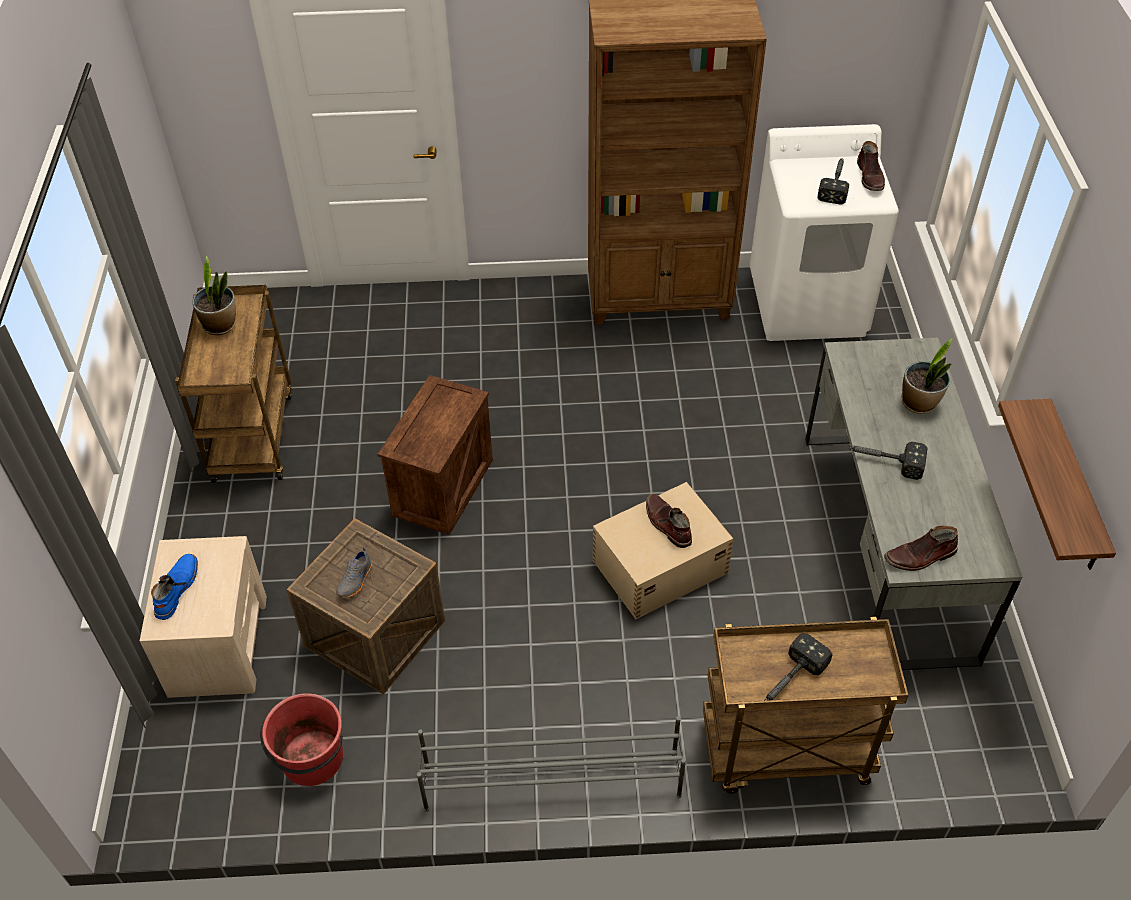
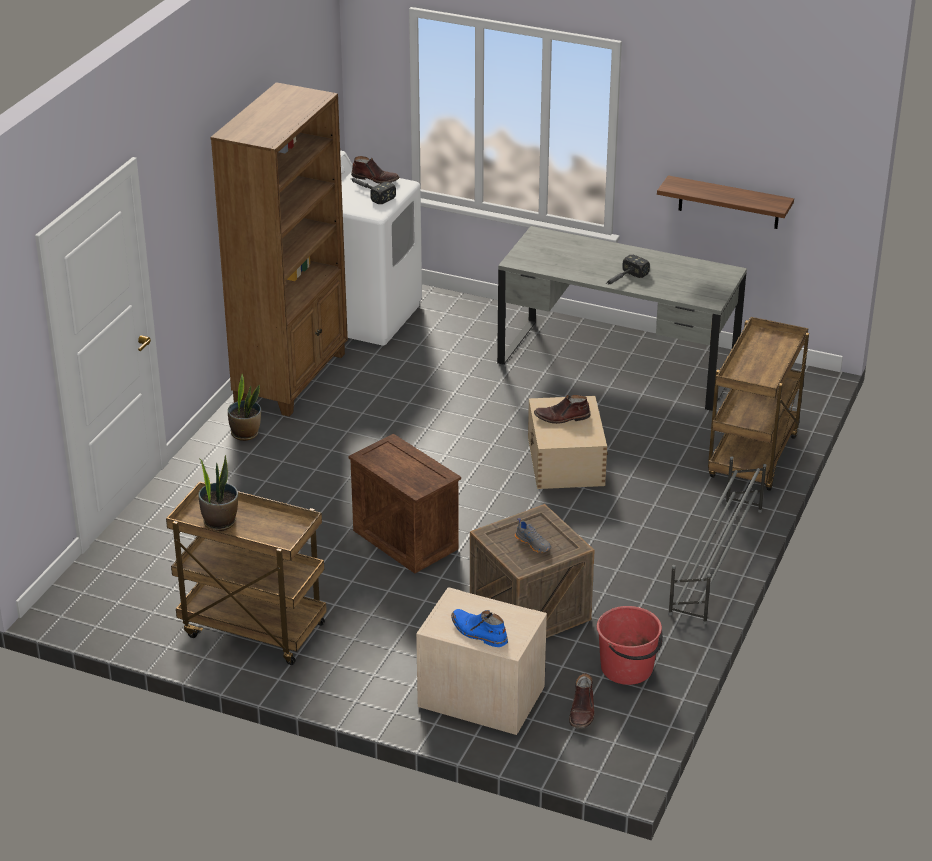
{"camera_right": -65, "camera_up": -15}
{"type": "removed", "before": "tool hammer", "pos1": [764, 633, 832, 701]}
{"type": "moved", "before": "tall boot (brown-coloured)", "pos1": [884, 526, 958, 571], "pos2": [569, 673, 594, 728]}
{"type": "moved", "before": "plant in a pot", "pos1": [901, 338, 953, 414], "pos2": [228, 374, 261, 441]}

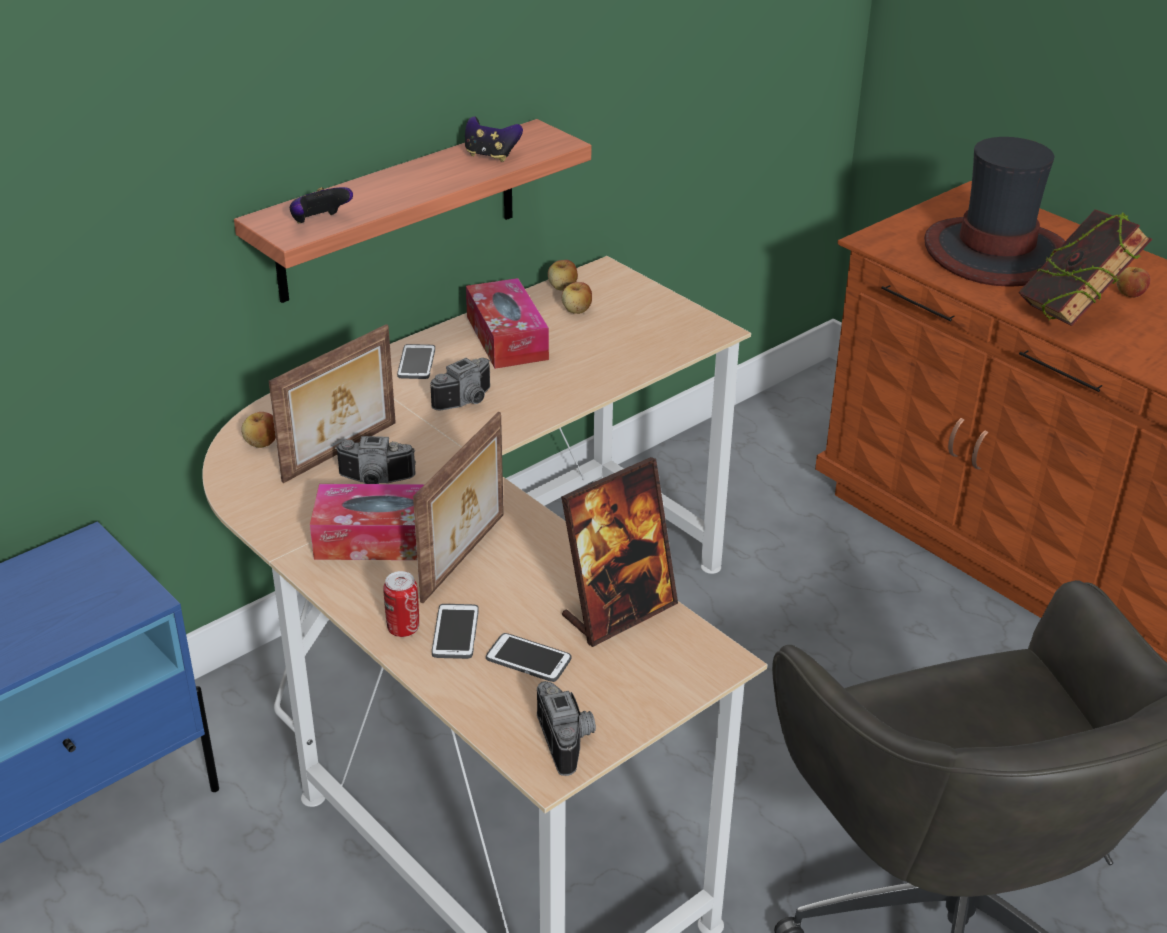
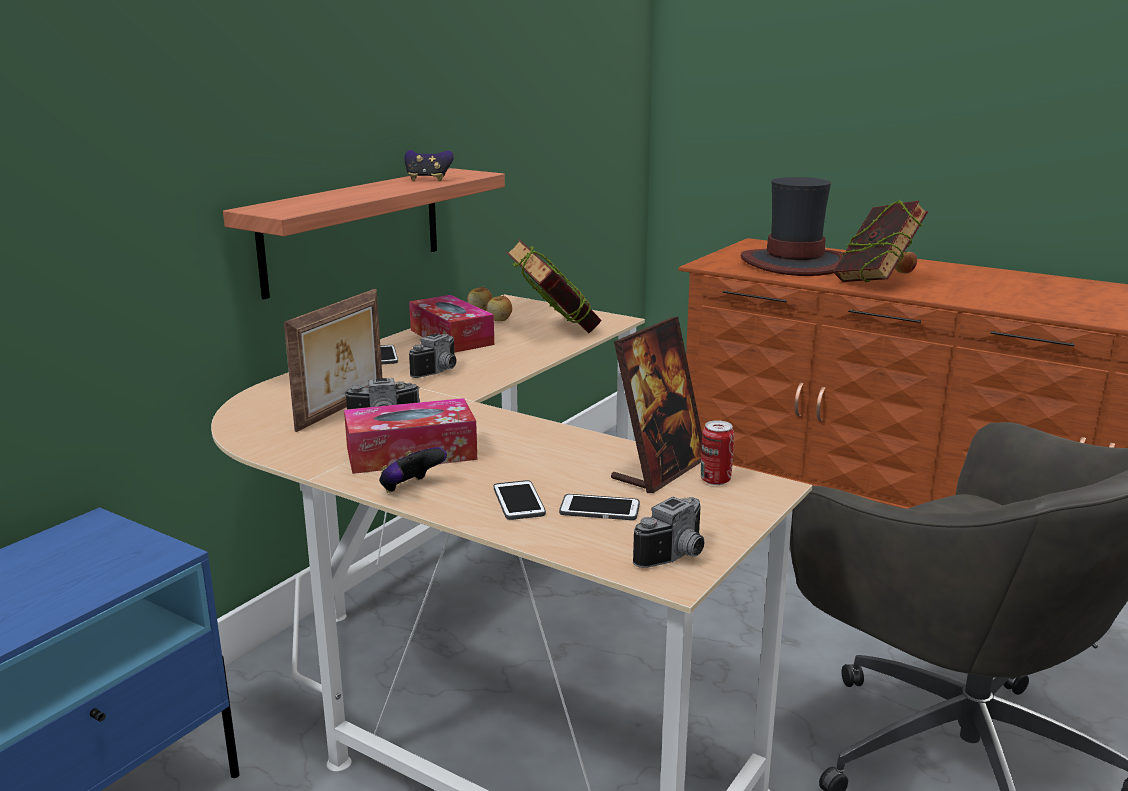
{"camera_right": -15, "camera_up": -15}
{"type": "removed", "before": "apple fruit", "pos1": [241, 412, 276, 448]}
{"type": "removed", "before": "picture frame", "pos1": [413, 412, 504, 603]}
{"type": "added", "after": "bound book", "pos2": [506, 239, 602, 333]}
{"type": "moved", "before": "game controller", "pos1": [290, 187, 353, 224], "pos2": [379, 447, 447, 493]}
{"type": "moved", "before": "can", "pos1": [383, 571, 419, 637], "pos2": [701, 420, 734, 485]}
{"type": "turned", "before": "photo camera", "pos1": [537, 681, 596, 776], "pos2": [633, 496, 704, 568], "turn": 75}

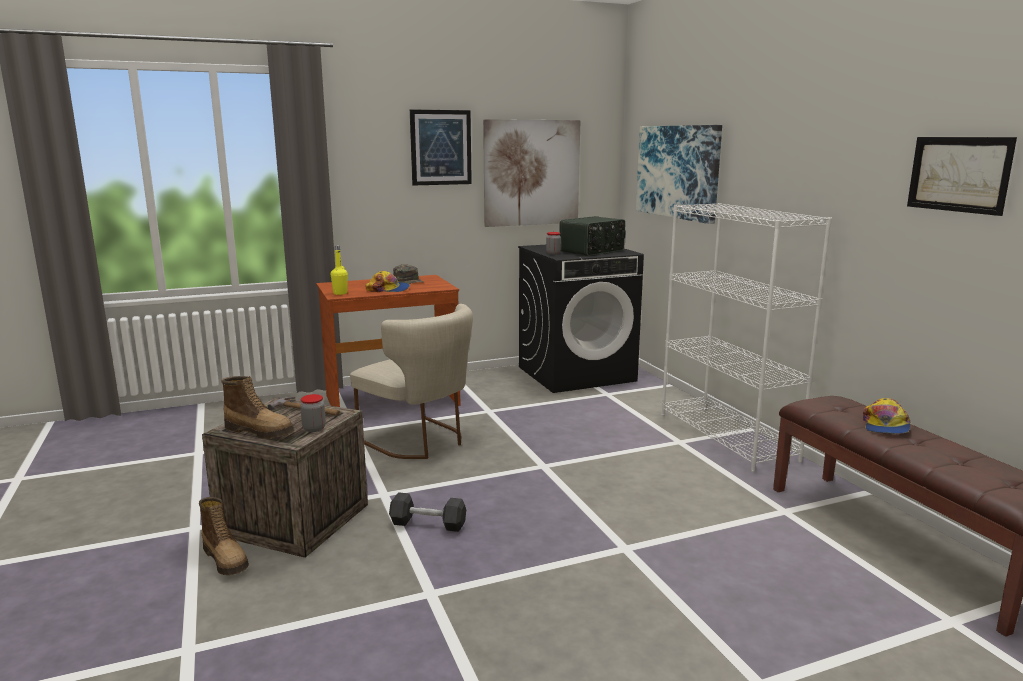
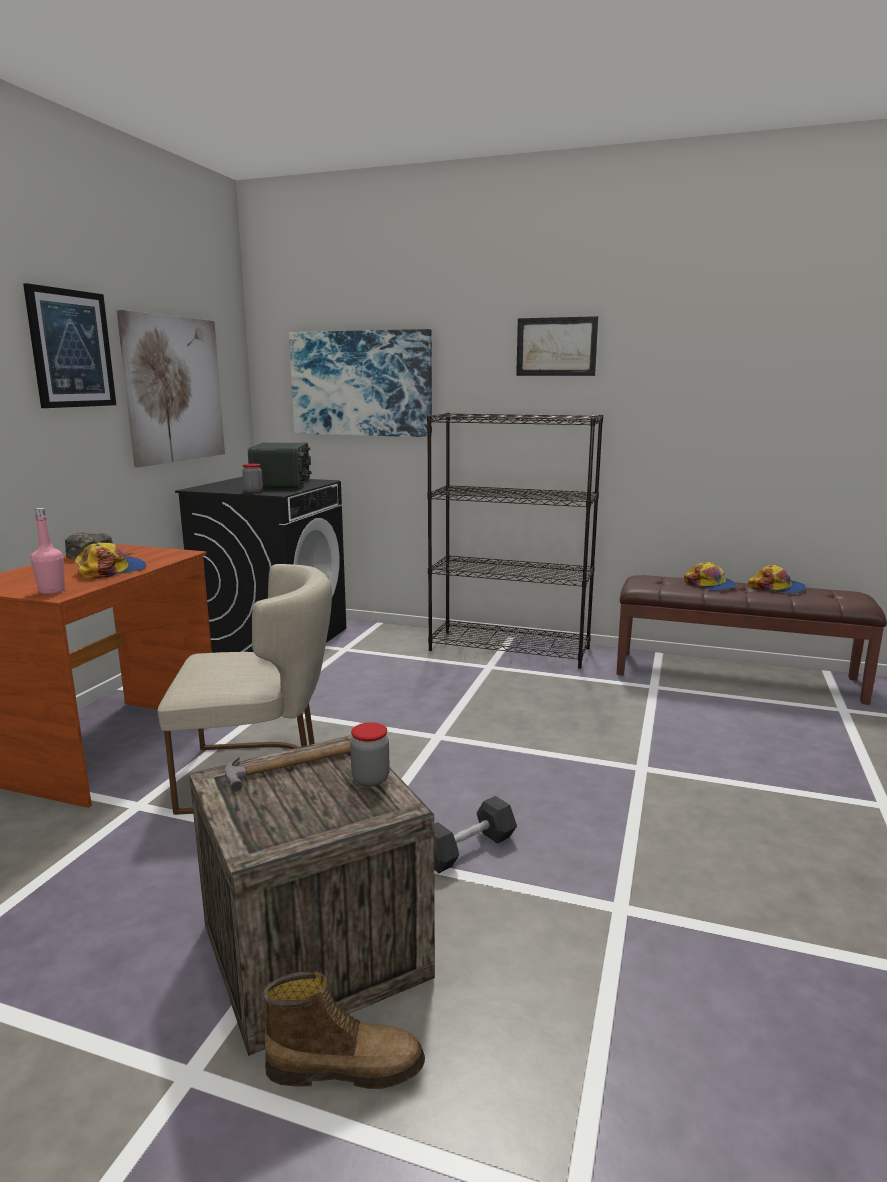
{"camera_right": -50, "camera_up": 0}
{"type": "removed", "before": "tall boot", "pos1": [221, 376, 294, 439]}
{"type": "added", "after": "cap", "pos2": [748, 565, 806, 594]}
{"type": "moved", "before": "wall picture", "pos1": [907, 137, 1017, 216], "pos2": [516, 316, 598, 376]}
{"type": "recoloured", "before": "bottle (yellow)", "after": "bottle (pink-coloured)", "pos1": [331, 245, 348, 295], "pos2": [30, 508, 65, 594]}
{"type": "recoloured", "before": "bookshelf (white)", "after": "bookshelf (blackish)", "pos1": [661, 203, 832, 472], "pos2": [427, 413, 603, 669]}

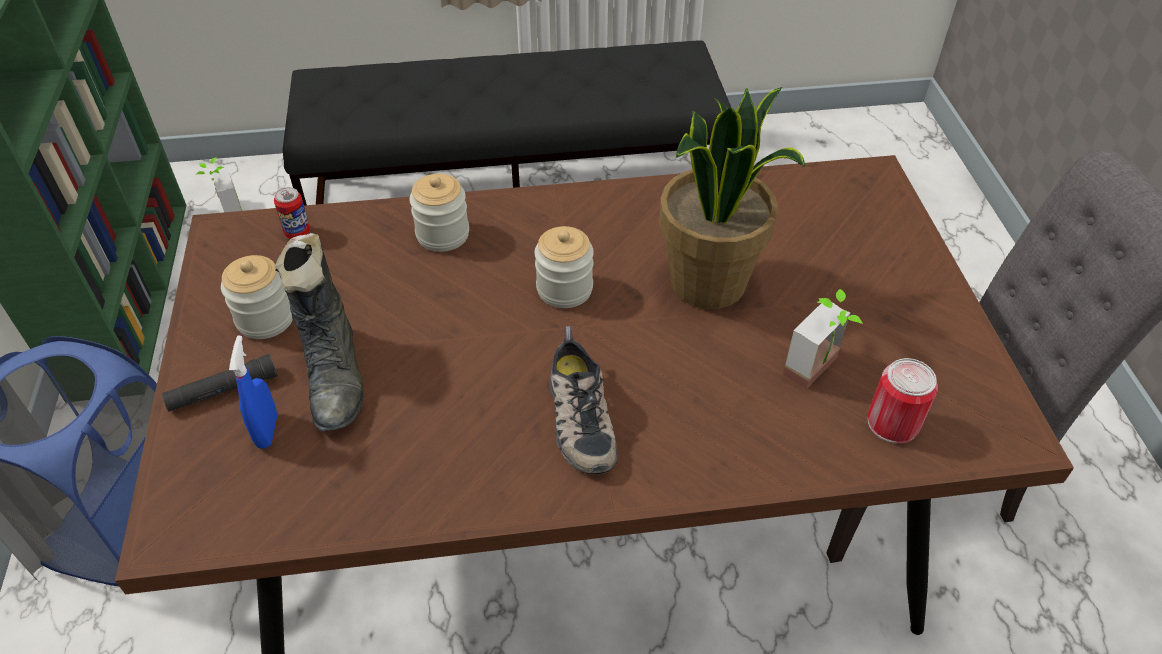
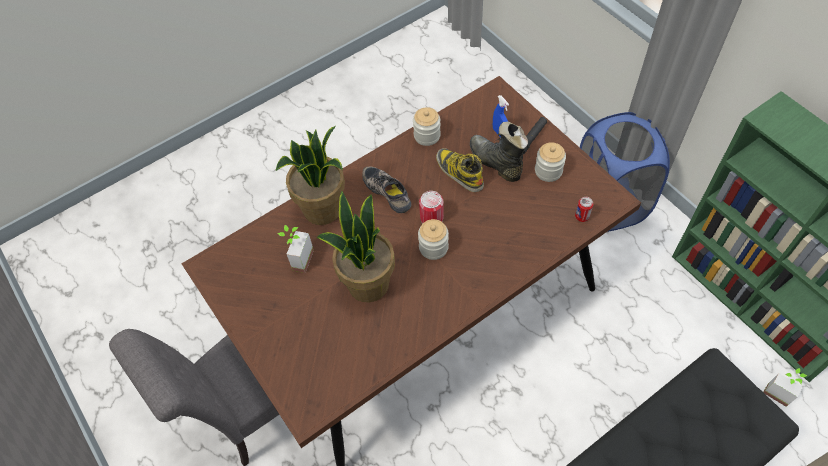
{"camera_right": 155, "camera_up": 10}
{"type": "added", "after": "plant in a pot", "pos2": [275, 126, 345, 225]}
{"type": "added", "after": "tall boot", "pos2": [436, 148, 484, 192]}
{"type": "moved", "before": "storage jar", "pos1": [409, 174, 469, 252], "pos2": [413, 107, 441, 146]}
{"type": "moved", "before": "can", "pos1": [868, 358, 938, 444], "pos2": [419, 191, 444, 223]}

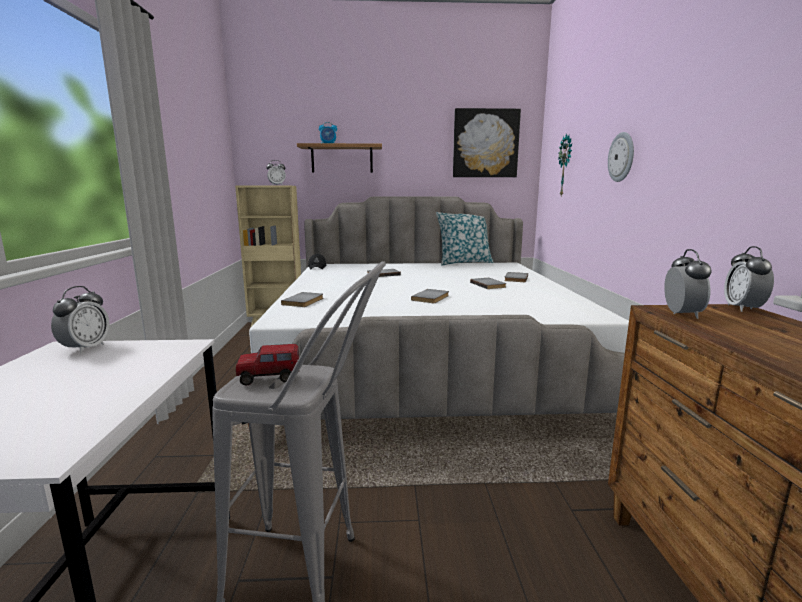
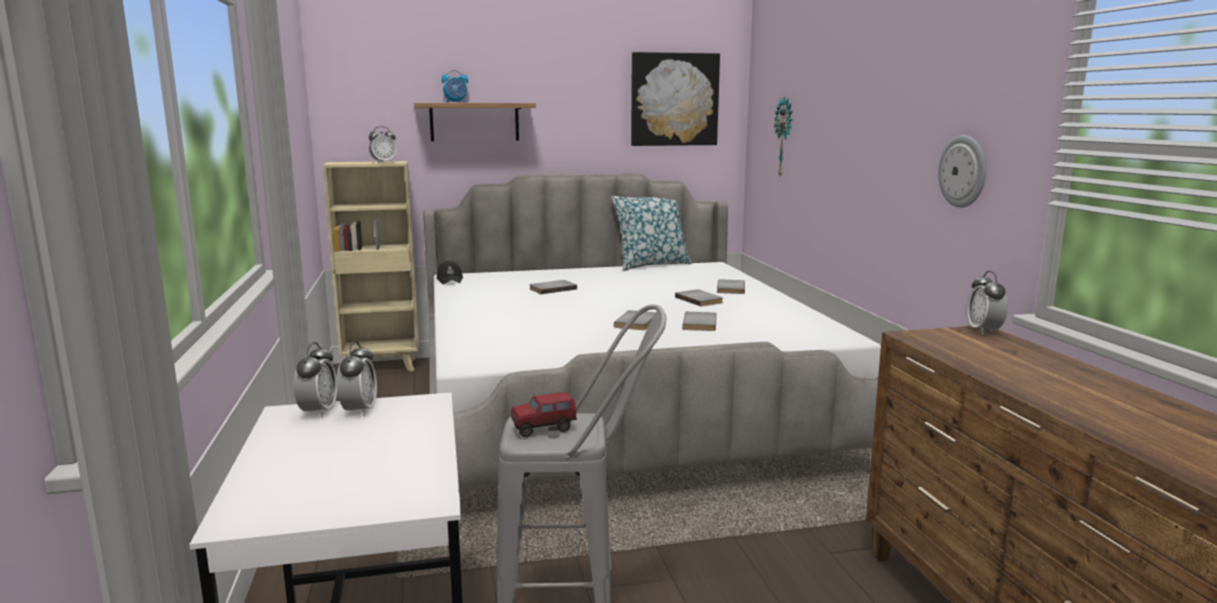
{"camera_right": -10, "camera_up": 0}
{"type": "moved", "before": "bound book (greyish)", "pos1": [281, 292, 323, 307], "pos2": [682, 312, 717, 331]}
{"type": "moved", "before": "hanging clock", "pos1": [608, 132, 634, 182], "pos2": [938, 135, 986, 208]}
{"type": "moved", "before": "alarm clock", "pos1": [664, 249, 711, 319], "pos2": [337, 341, 377, 416]}

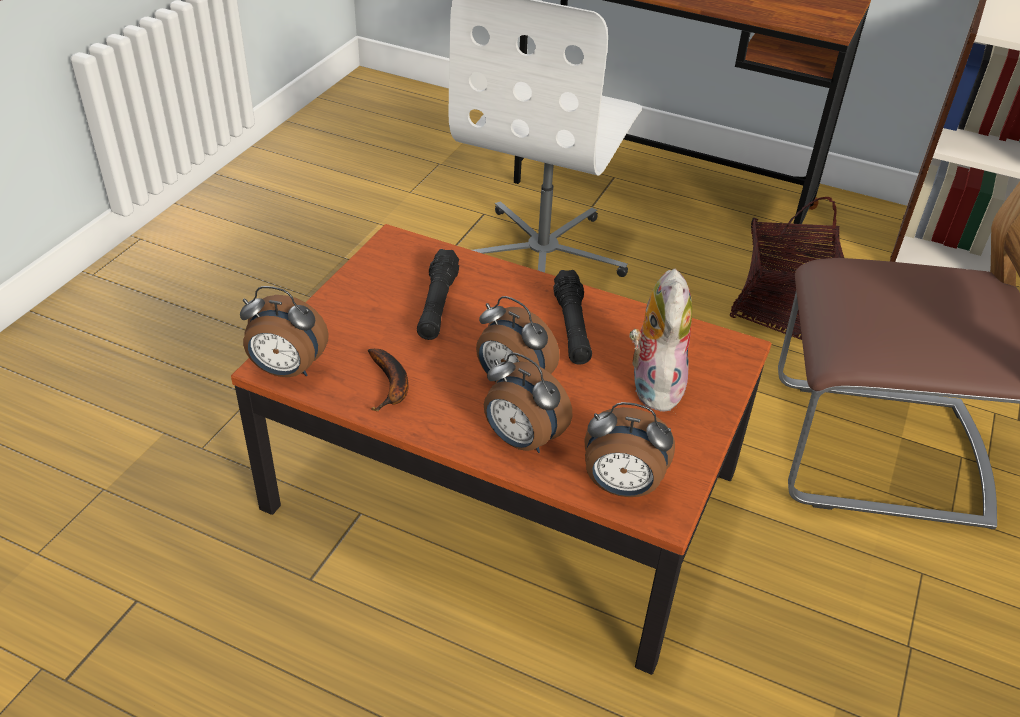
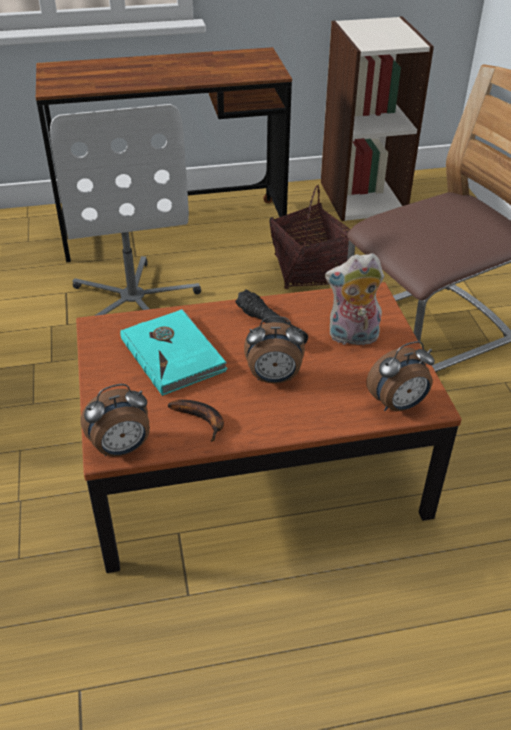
{"camera_right": -35, "camera_up": 0}
{"type": "removed", "before": "alarm clock", "pos1": [484, 353, 572, 453]}
{"type": "replaced", "before": "flashlight (blackish)", "after": "bound book (blue-green)", "pos1": [417, 249, 459, 340], "pos2": [120, 309, 228, 396]}
{"type": "turned", "before": "plush toy", "pos1": [629, 269, 692, 412], "pos2": [325, 253, 384, 345], "turn": -60}

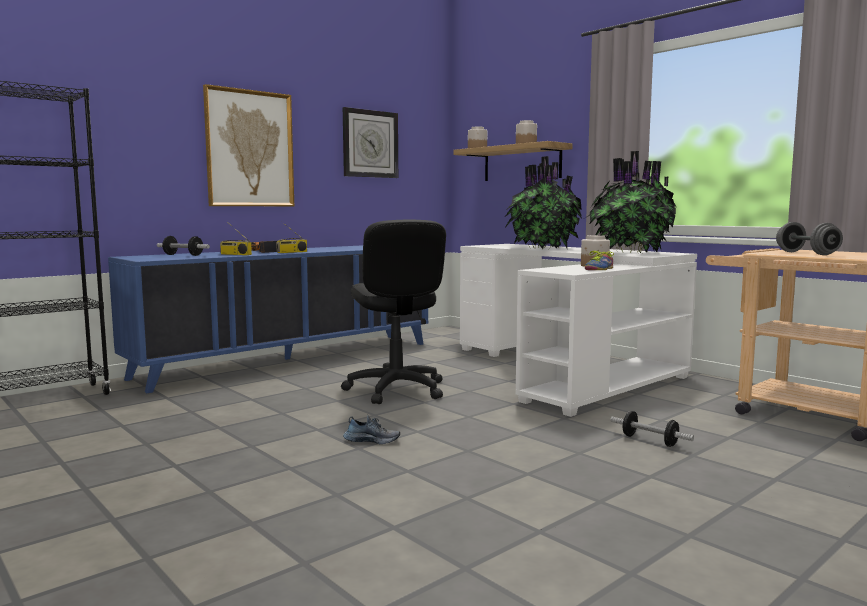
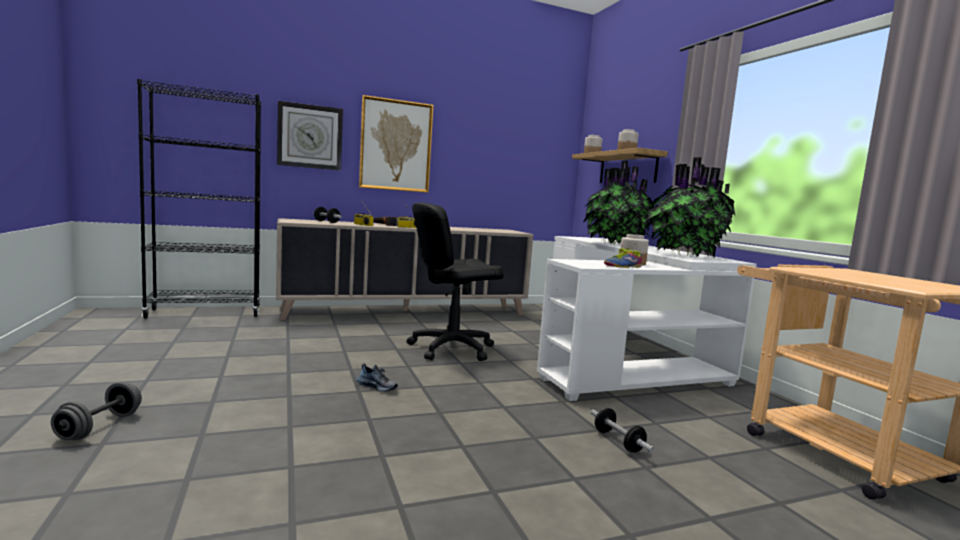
{"camera_right": 20, "camera_up": 0}
{"type": "moved", "before": "hanging clock", "pos1": [343, 107, 398, 178], "pos2": [277, 101, 343, 170]}
{"type": "moved", "before": "hand weight (greyish)", "pos1": [776, 222, 843, 255], "pos2": [51, 382, 142, 440]}
{"type": "recoloured", "before": "cabinet (blue-coloured)", "after": "cabinet (beige-coloured)", "pos1": [108, 245, 428, 393], "pos2": [276, 218, 533, 320]}
{"type": "turned", "before": "desk chair (blackish)", "pos1": [341, 220, 446, 404], "pos2": [407, 202, 504, 361], "turn": 60}

